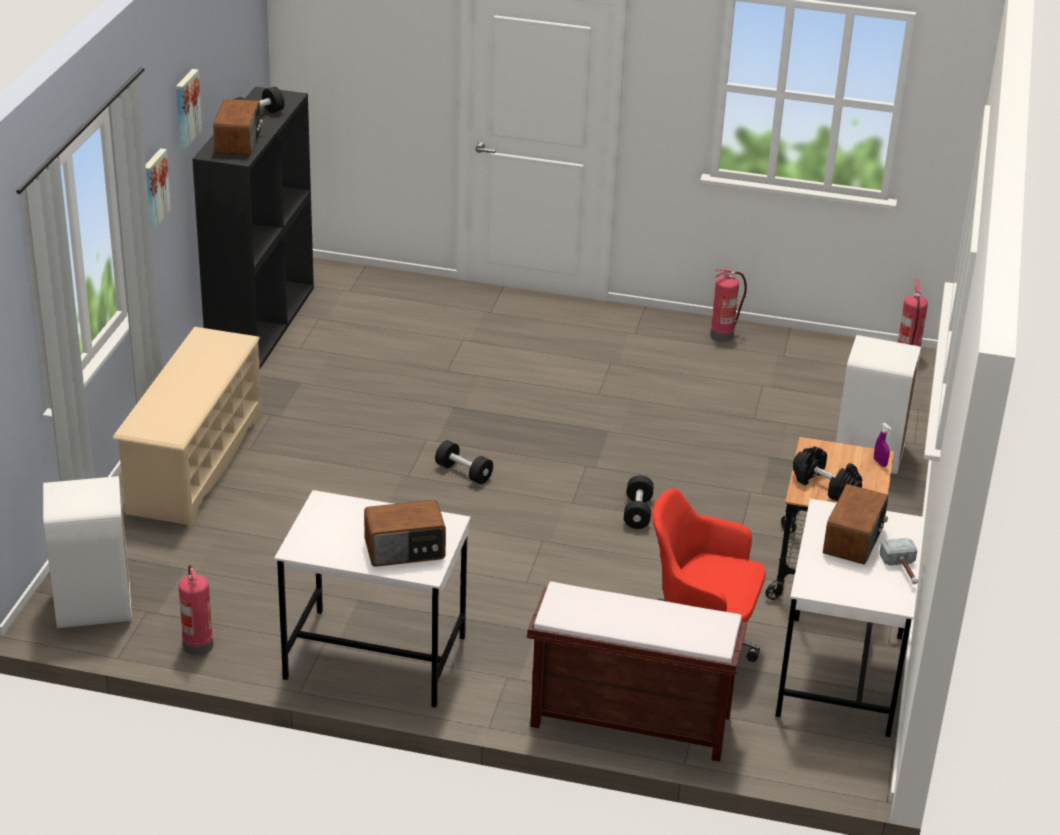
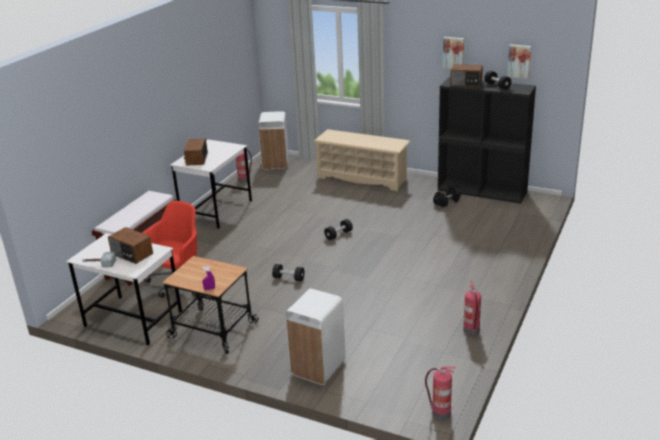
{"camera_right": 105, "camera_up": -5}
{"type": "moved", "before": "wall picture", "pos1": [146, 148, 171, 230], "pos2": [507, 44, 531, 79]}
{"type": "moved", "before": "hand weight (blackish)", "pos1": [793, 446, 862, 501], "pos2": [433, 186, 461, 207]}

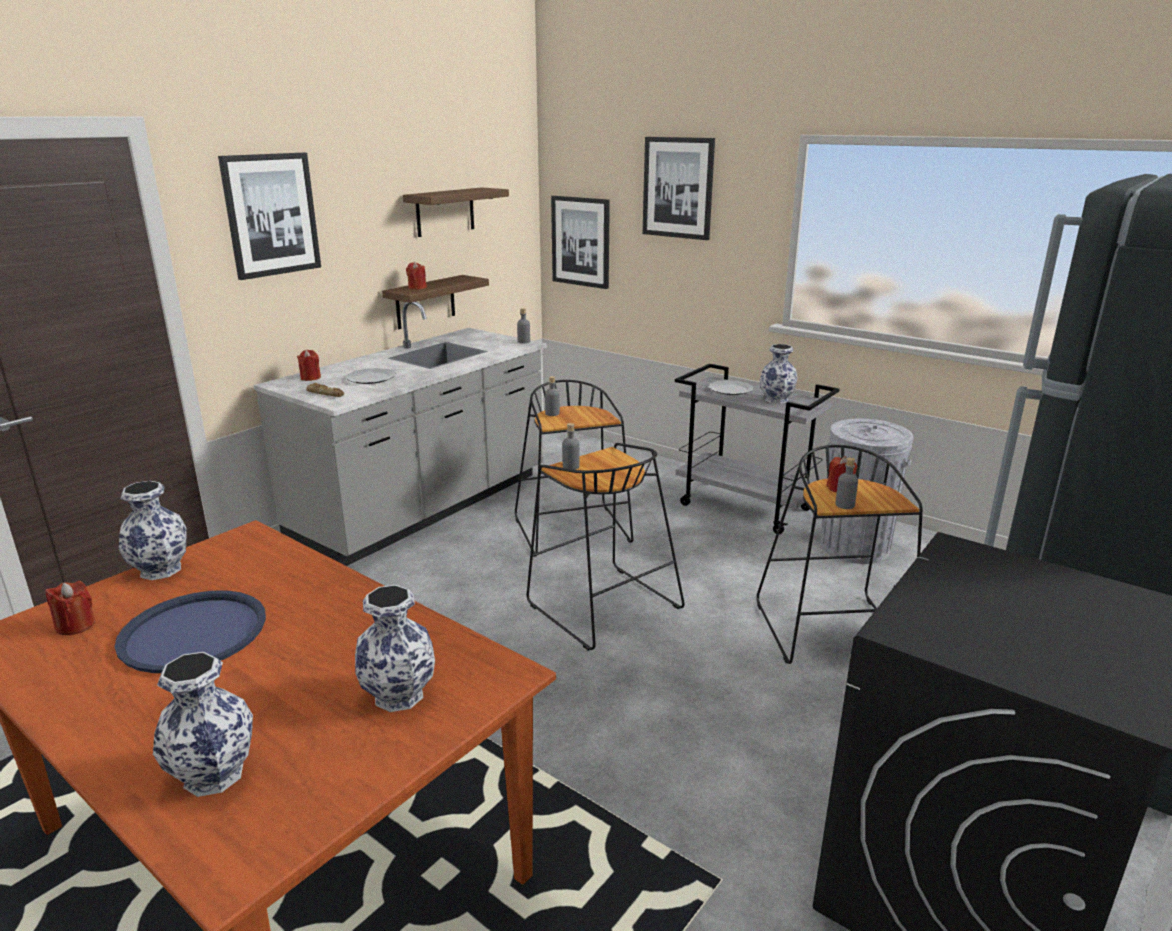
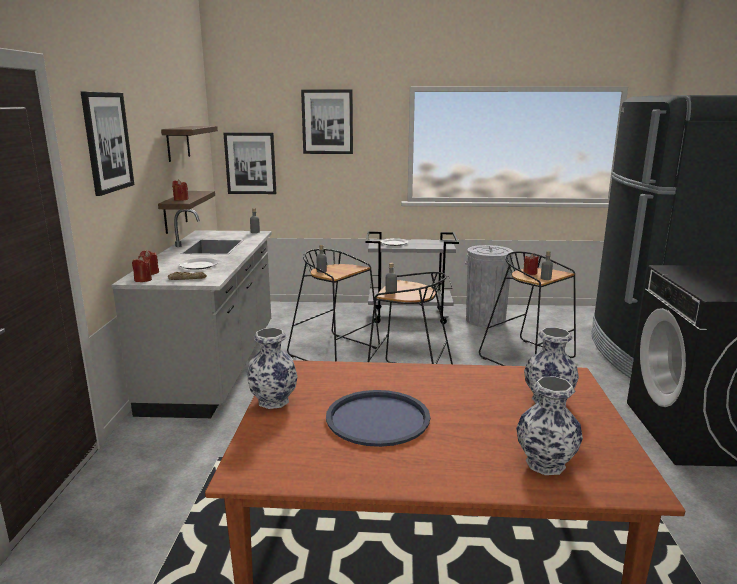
{"camera_right": -35, "camera_up": -5}
{"type": "removed", "before": "vase", "pos1": [760, 344, 797, 404]}
{"type": "moved", "before": "wax candle (red-coloured)", "pos1": [45, 581, 95, 635], "pos2": [132, 256, 152, 282]}

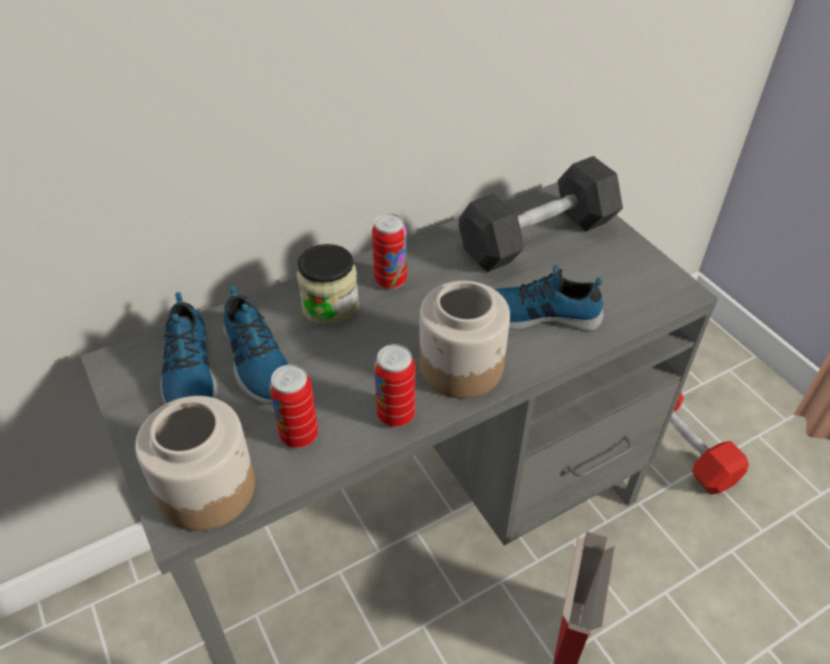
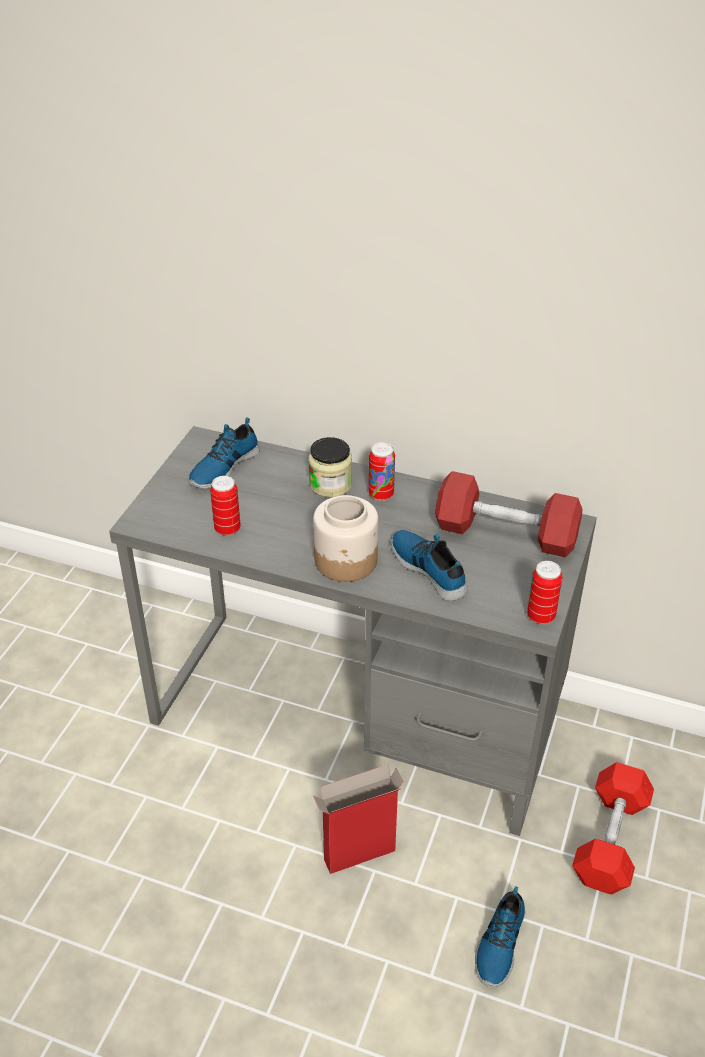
{"camera_right": 50, "camera_up": -5}
{"type": "removed", "before": "storage jar", "pos1": [135, 396, 255, 531]}
{"type": "moved", "before": "item of footwear", "pos1": [223, 285, 288, 405], "pos2": [475, 886, 525, 987]}
{"type": "moved", "before": "can", "pos1": [374, 344, 415, 427], "pos2": [527, 561, 562, 624]}
{"type": "recoloured", "before": "hand weight (greyish)", "after": "hand weight (red-coloured)", "pos1": [459, 156, 623, 273], "pos2": [435, 471, 582, 557]}

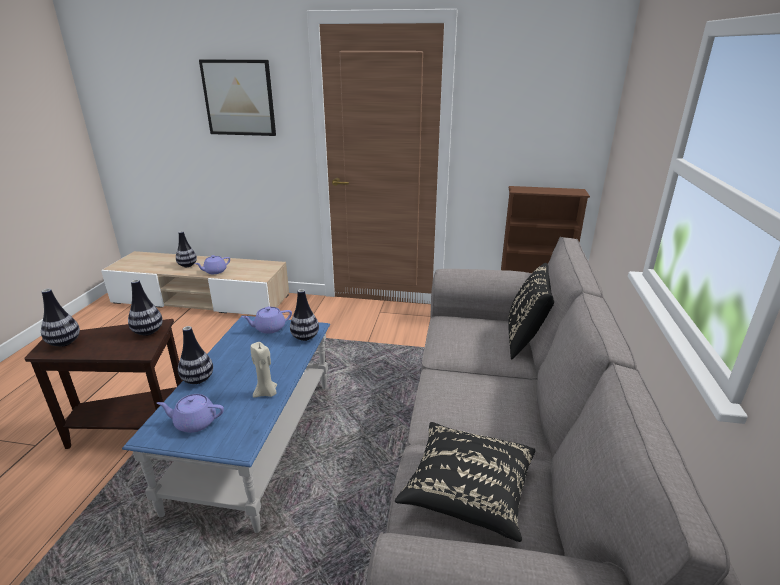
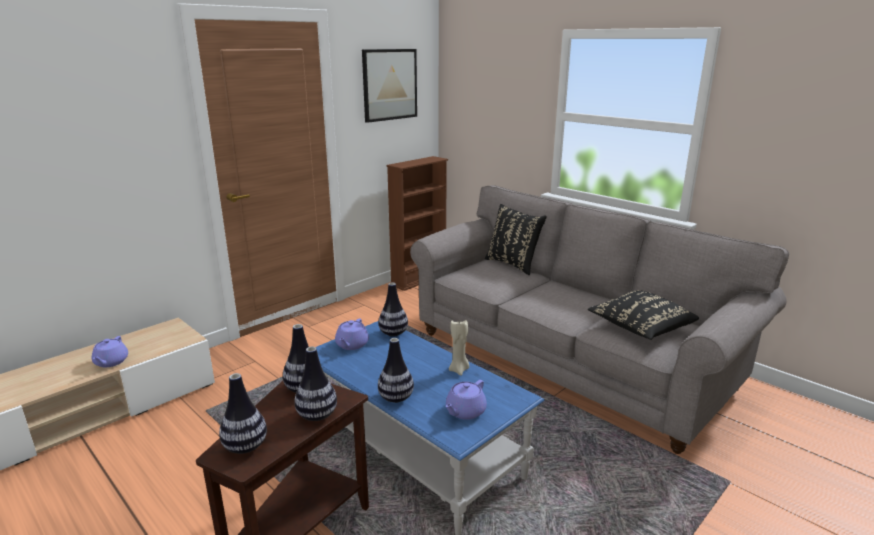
{"camera_right": -55, "camera_up": -5}
{"type": "moved", "before": "vase", "pos1": [176, 231, 197, 267], "pos2": [295, 347, 337, 421]}
{"type": "moved", "before": "wall picture", "pos1": [199, 60, 276, 136], "pos2": [362, 49, 417, 123]}

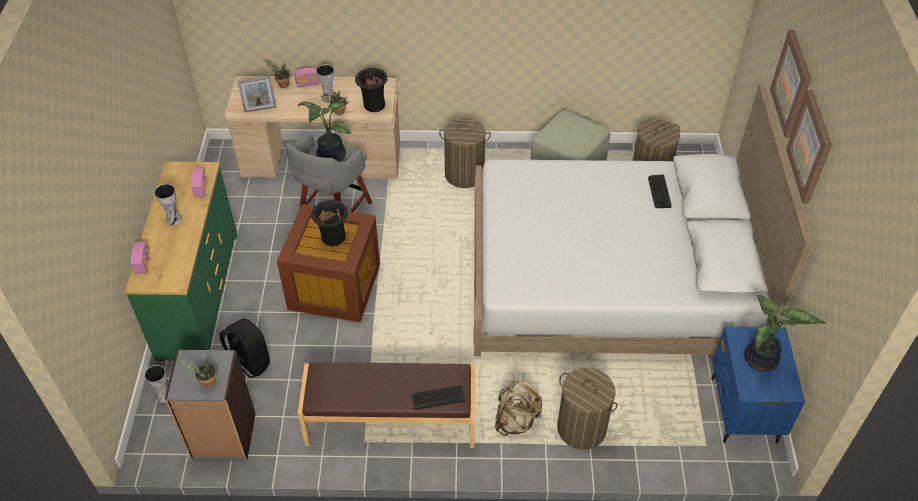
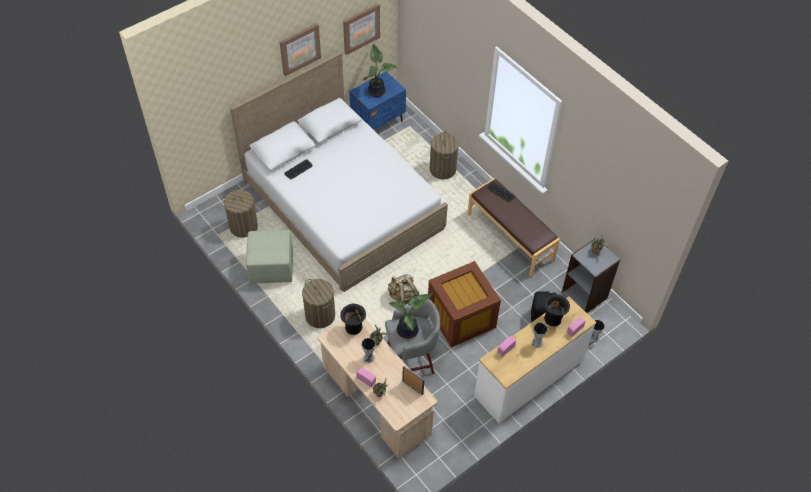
{"camera_right": -130, "camera_up": 5}
{"type": "moved", "before": "vase (blackish)", "pos1": [311, 200, 348, 247], "pos2": [544, 294, 570, 326]}
{"type": "moved", "before": "backpack (beige-coloured)", "pos1": [495, 380, 542, 436], "pos2": [388, 274, 419, 304]}
{"type": "moved", "before": "wall picture", "pos1": [770, 30, 811, 138], "pos2": [343, 4, 380, 55]}
{"type": "recoloured", "before": "dresser (green-coloured)", "after": "dresser (white)", "pos1": [125, 162, 237, 361], "pos2": [474, 296, 596, 423]}

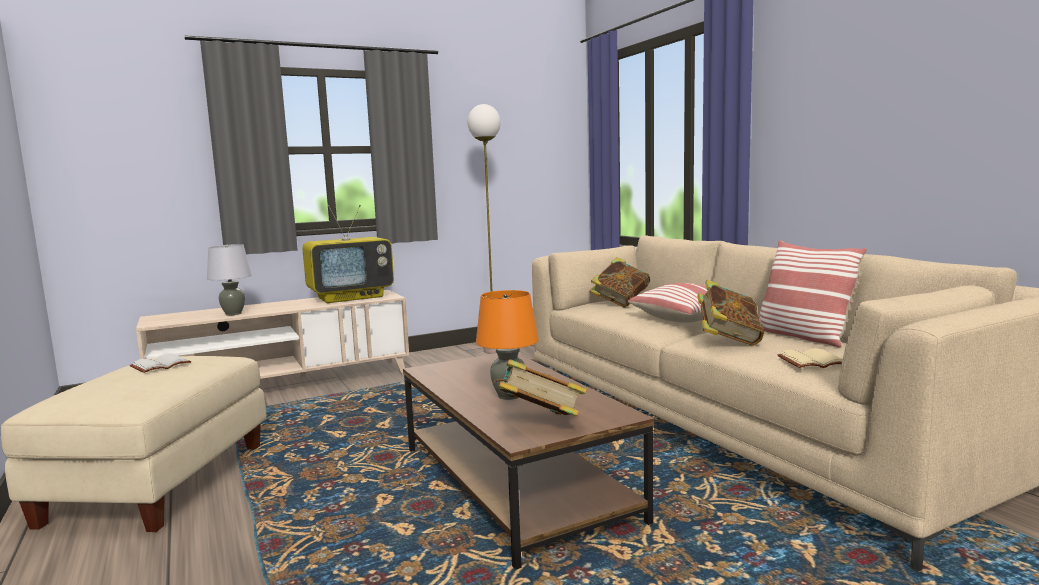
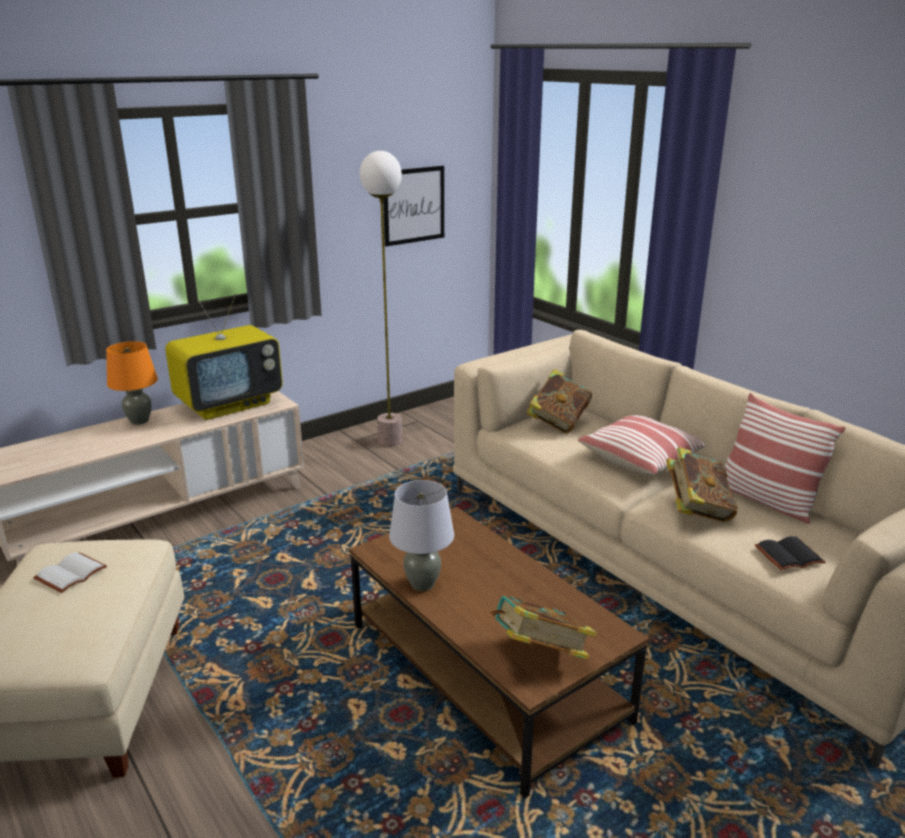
{"camera_right": -10, "camera_up": 15}
{"type": "added", "after": "wall picture", "pos2": [383, 166, 444, 247]}
{"type": "moved", "before": "lamp for a table (greyish)", "pos1": [207, 244, 252, 315], "pos2": [389, 480, 454, 591]}
{"type": "moved", "before": "lamp for a table (orangey)", "pos1": [476, 290, 539, 400], "pos2": [106, 341, 158, 425]}
{"type": "recoloured", "before": "bound book (beige-coloured)", "after": "bound book (blackish)", "pos1": [778, 348, 843, 368], "pos2": [755, 536, 826, 570]}

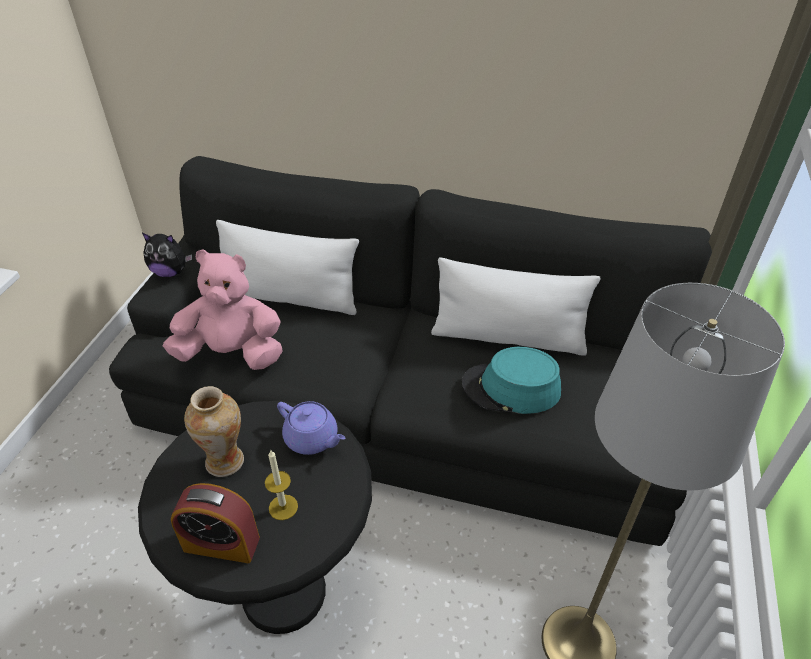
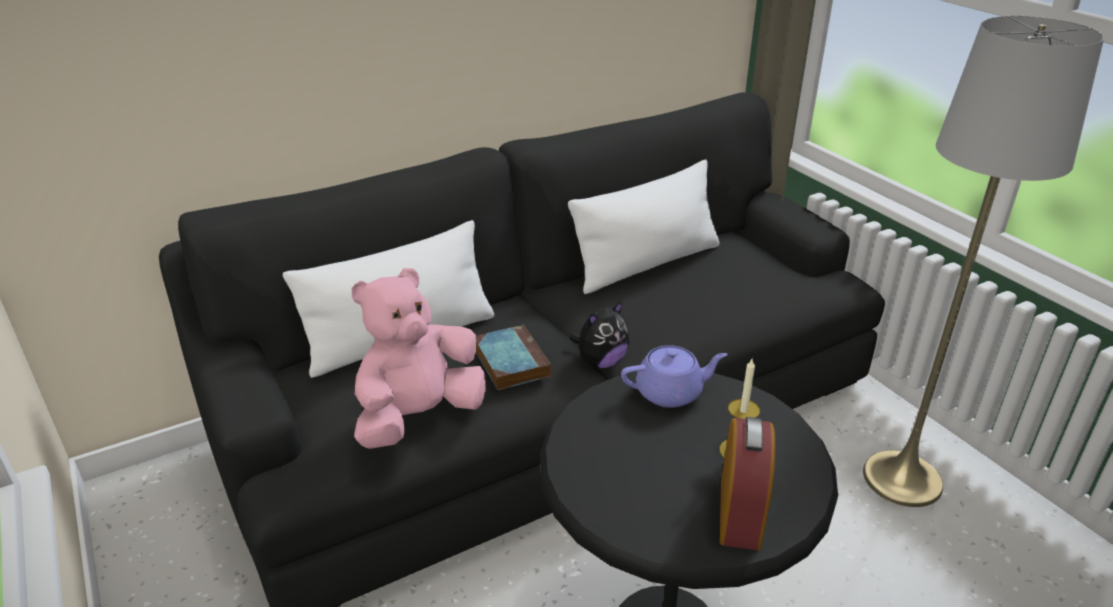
{"camera_right": -45, "camera_up": -10}
{"type": "removed", "before": "vase", "pos1": [184, 386, 244, 477]}
{"type": "removed", "before": "wearable hat (blue-green)", "pos1": [462, 347, 561, 414]}
{"type": "added", "after": "bound book", "pos2": [476, 325, 551, 390]}
{"type": "moved", "before": "plush toy", "pos1": [142, 233, 192, 277], "pos2": [570, 301, 629, 368]}
{"type": "turned", "before": "alarm clock", "pos1": [171, 483, 260, 563], "pos2": [720, 417, 775, 550], "turn": -45}

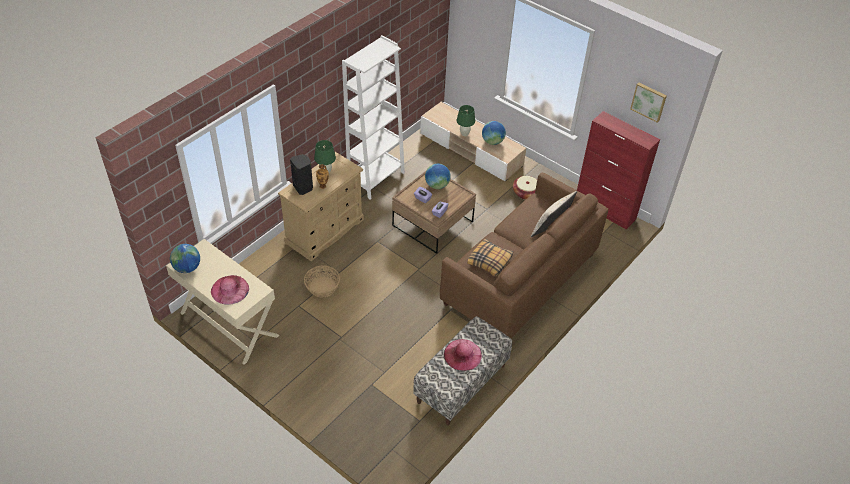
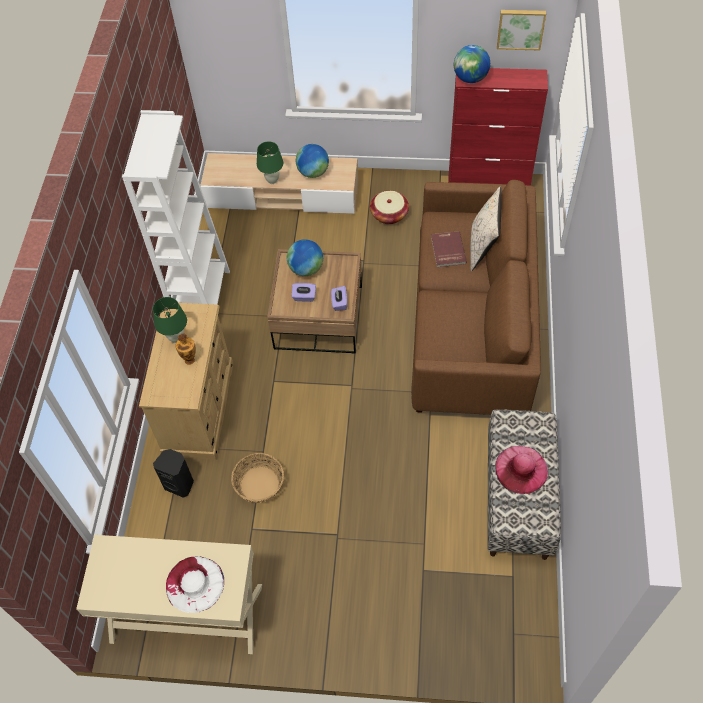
{"camera_right": -30, "camera_up": 10}
{"type": "removed", "before": "throw pillow", "pos1": [467, 239, 513, 277]}
{"type": "added", "after": "bound book (red-coloured)", "pos2": [431, 231, 467, 268]}
{"type": "moved", "before": "globe", "pos1": [170, 244, 200, 273], "pos2": [454, 45, 490, 83]}
{"type": "moved", "before": "loudspeaker (blackish)", "pos1": [290, 154, 313, 195], "pos2": [153, 449, 194, 498]}
{"type": "recoloured", "before": "wearable hat (pink-coloured)", "after": "wearable hat (white)", "pos1": [211, 275, 249, 305], "pos2": [166, 556, 224, 613]}

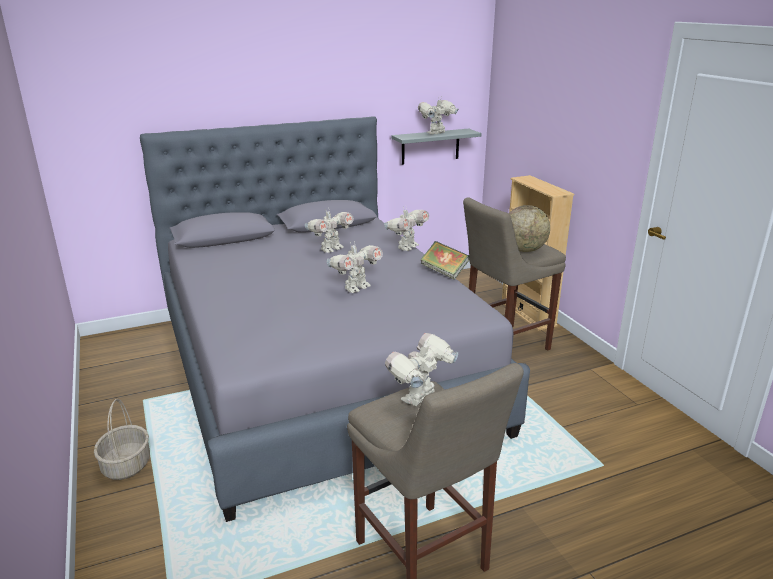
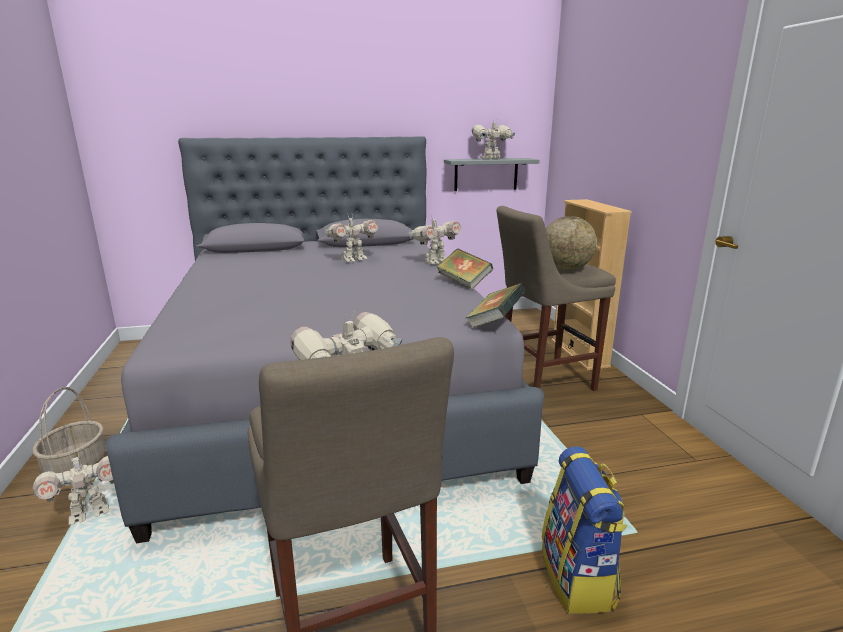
{"camera_right": 10, "camera_up": -5}
{"type": "added", "after": "bound book", "pos2": [466, 283, 526, 329]}
{"type": "added", "after": "backpack", "pos2": [542, 446, 627, 614]}
{"type": "moved", "before": "model robot", "pos1": [327, 240, 383, 293], "pos2": [33, 454, 114, 525]}

